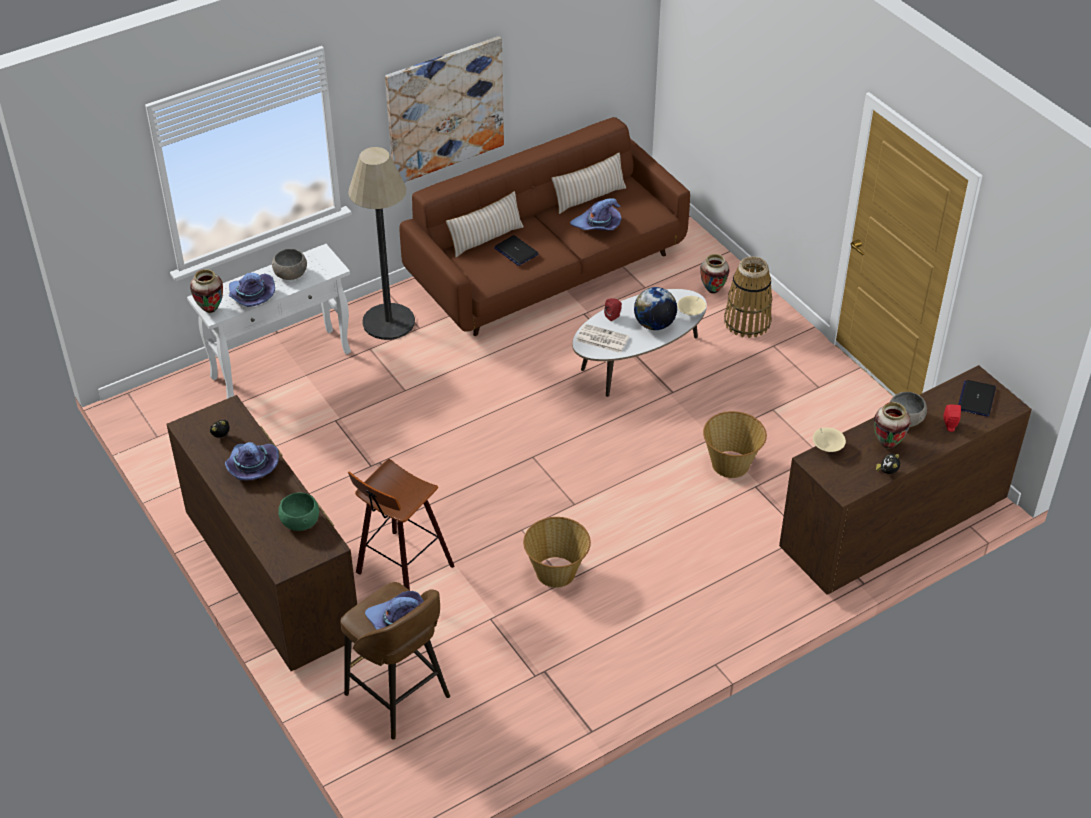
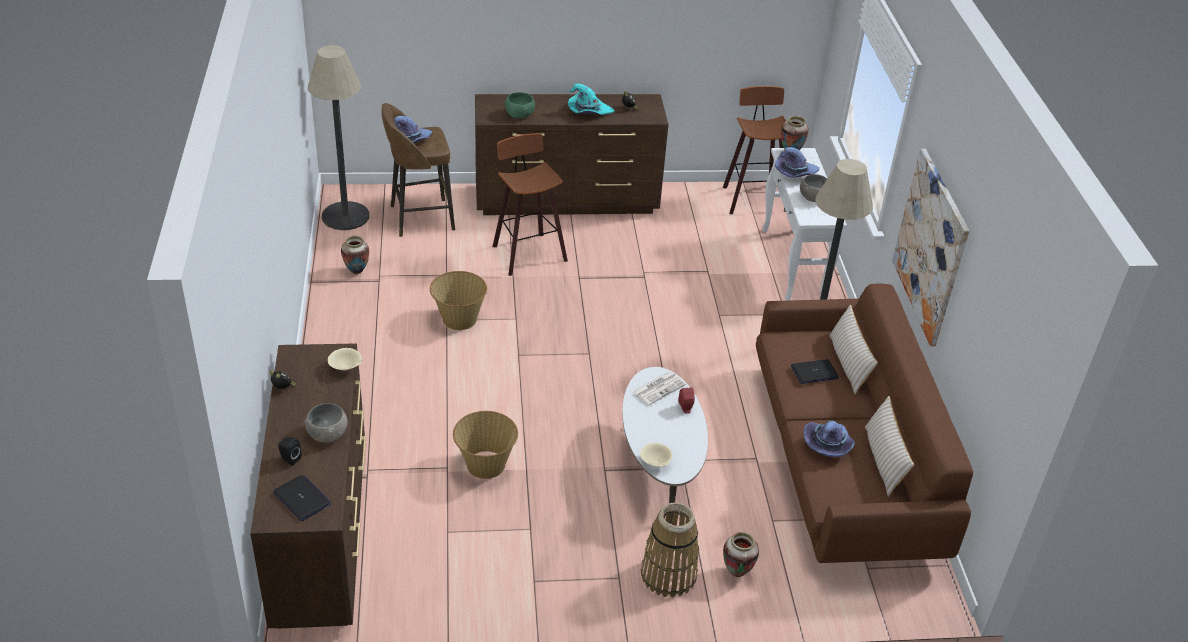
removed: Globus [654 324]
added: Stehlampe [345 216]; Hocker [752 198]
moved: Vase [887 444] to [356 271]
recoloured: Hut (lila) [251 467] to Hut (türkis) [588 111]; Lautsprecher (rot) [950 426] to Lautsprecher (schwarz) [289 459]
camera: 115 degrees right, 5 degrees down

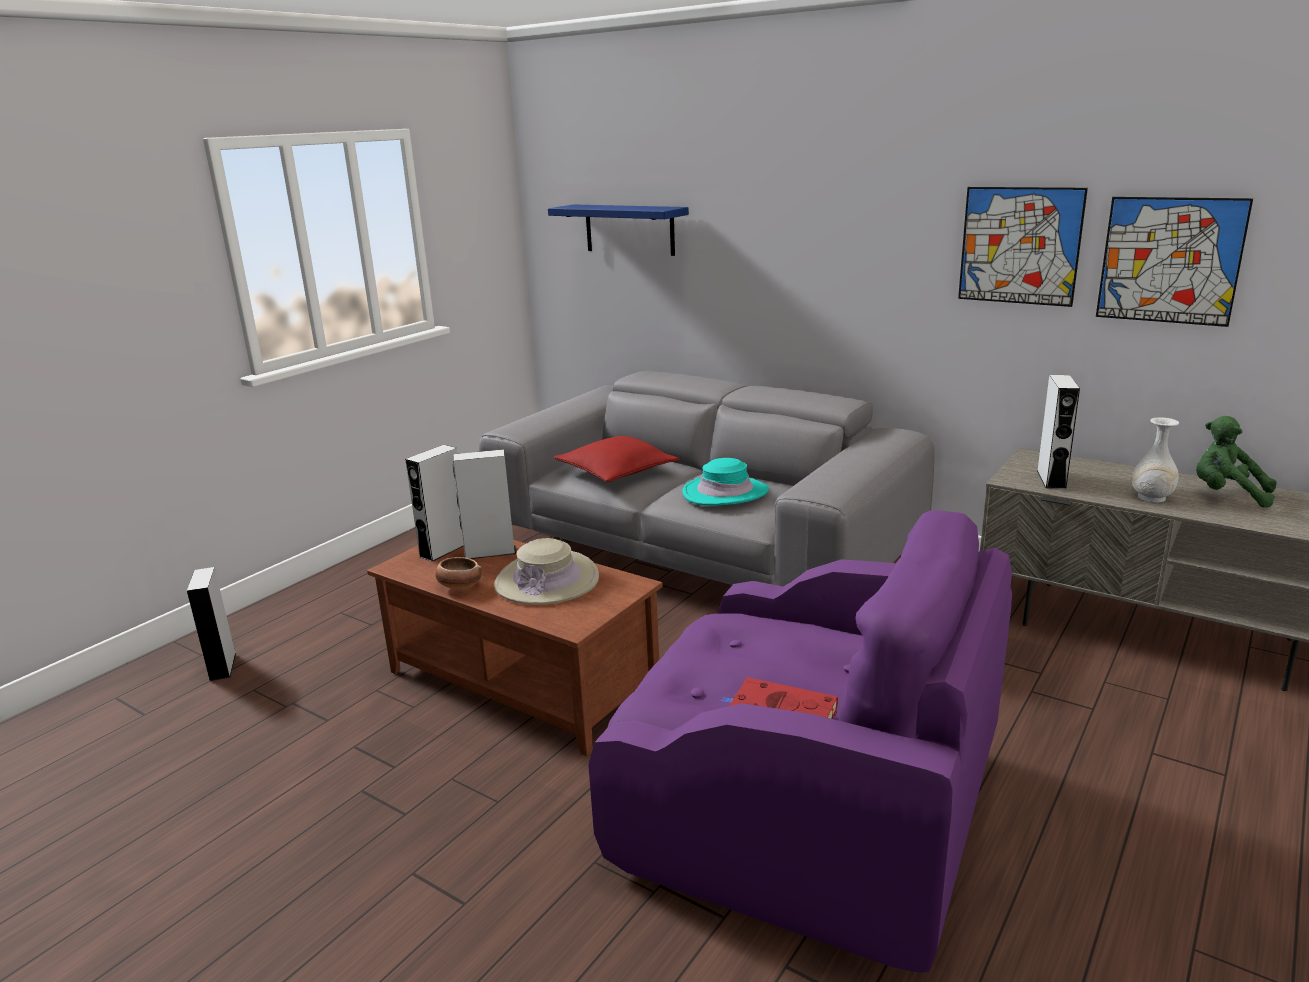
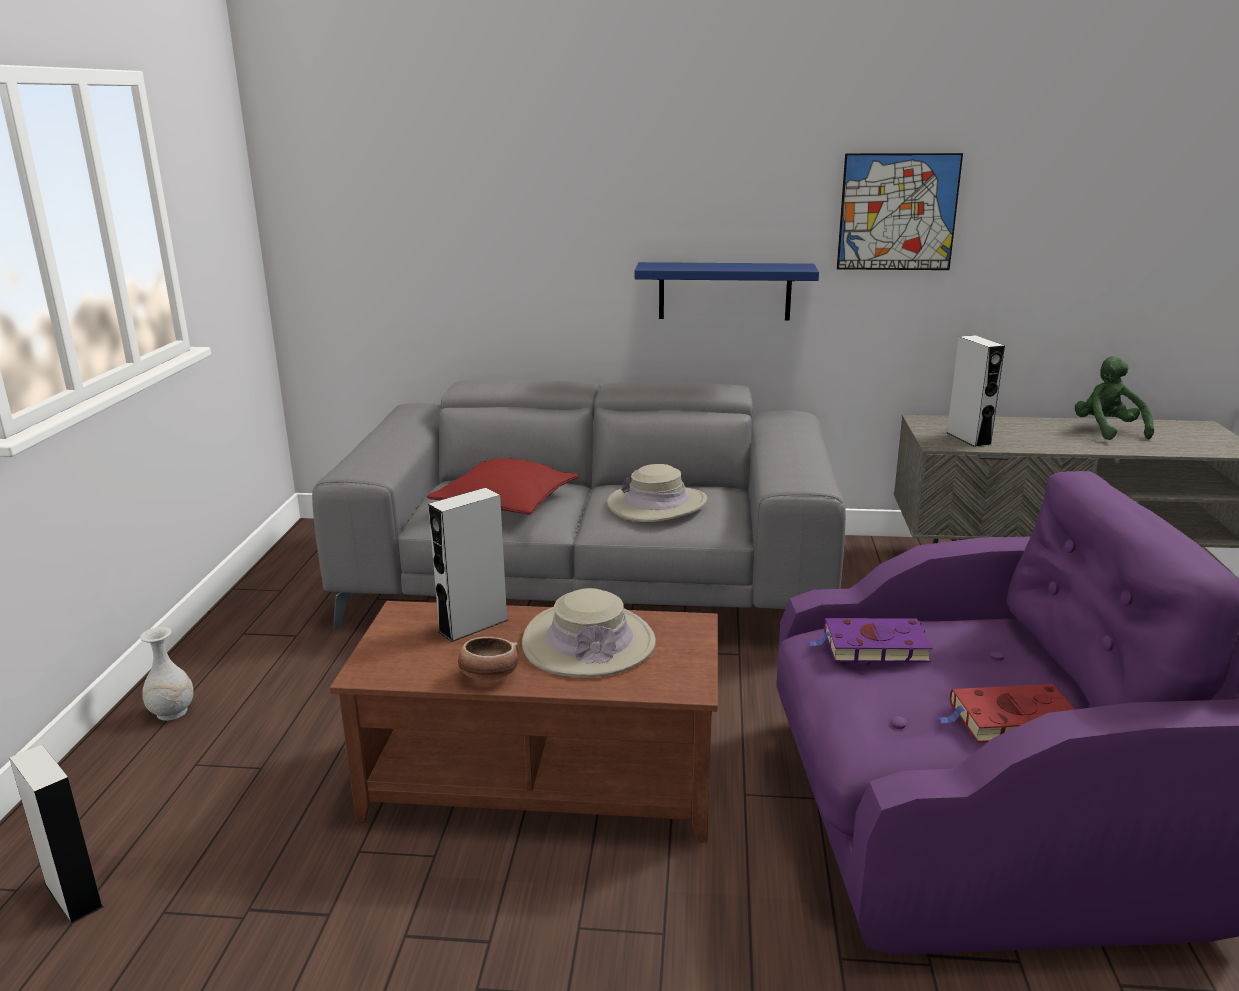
removed: Lautsprecher (grau) [444 550]; Bild [1170 260]
added: Buch (lila) [872 647]
moved: Wandregal (blau) [629 229] to [724 291]; Vase (weiß) [1151 498] to [172 713]
recoloured: Hut (türkis) [725 492] to Hut (beige) [657 504]
turned: Plüschtier (grün) [1227 495] = [1107 430] 75 degrees clockwise
camera: 30 degrees left, 0 degrees up

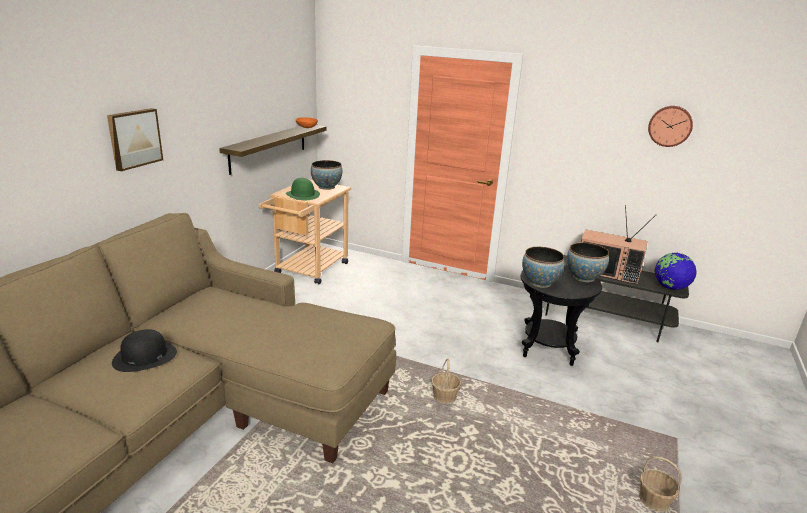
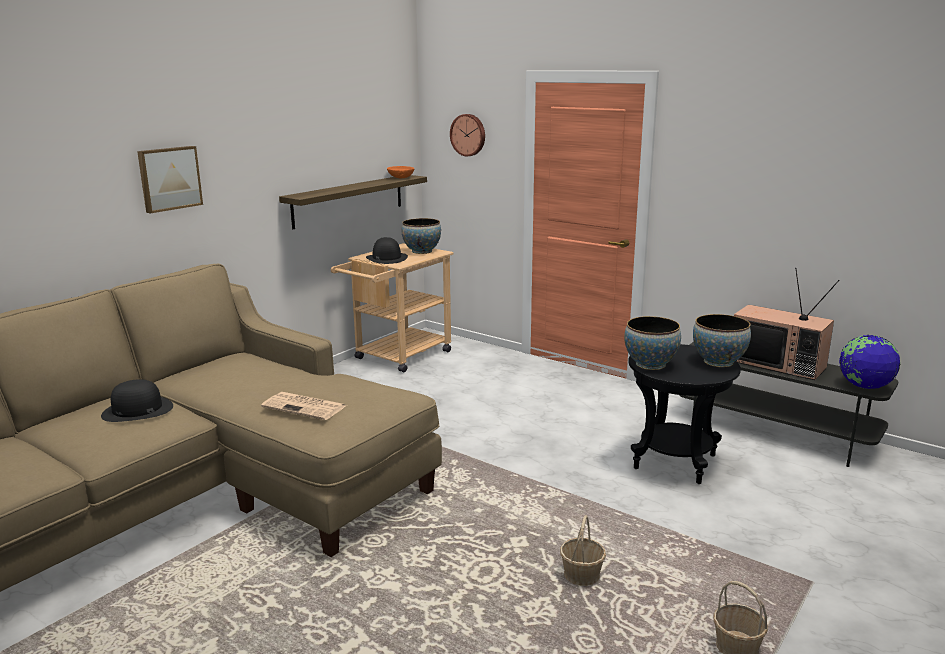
added: Zeitung [305 407]
moved: Korb [444 397] to [582 575]; Wanduhr [670 126] to [468 135]
recoloured: Hut (grün) [302 194] to Hut (schwarz) [386 258]
camera: 15 degrees right, 5 degrees down

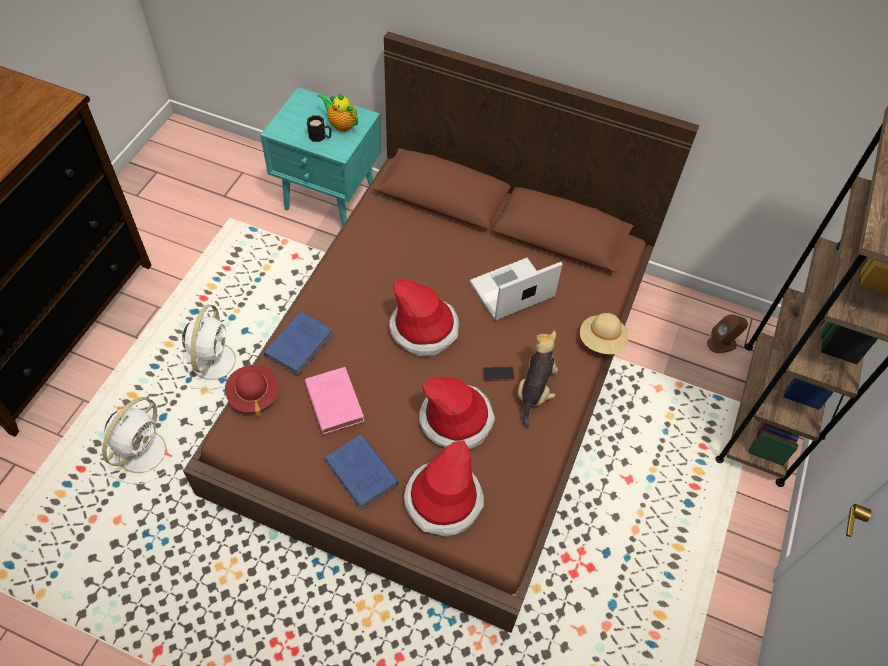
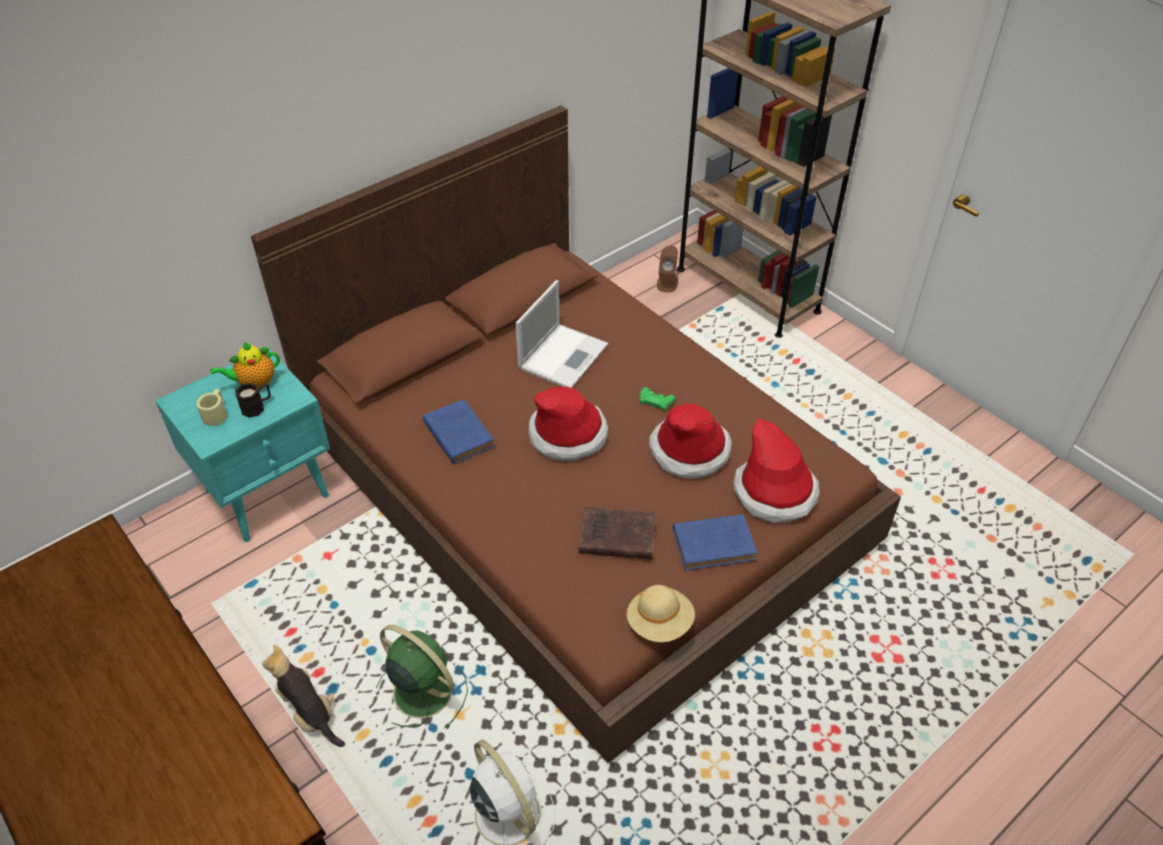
removed: Hut (rot) [253 394]
added: Henkelbecher (beige) [216 414]
moved: Buch (blau) [300 344] to [457 433]; Plüschtier [535 390] to [310 712]; Hut (beige) [602 341] to [659 623]
replaced: Handy [498 374] to Gamepad (grün) [655 401]
recoloured: Ventilator (weiß) [214 360] to Ventilator (grün) [420 690]; Buch (rosa) [334 401] to Buch (braun) [614 537]
turned: Laptop [510 290] = [564 355] 150 degrees counterclockwise
camera: 60 degrees left, 10 degrees down

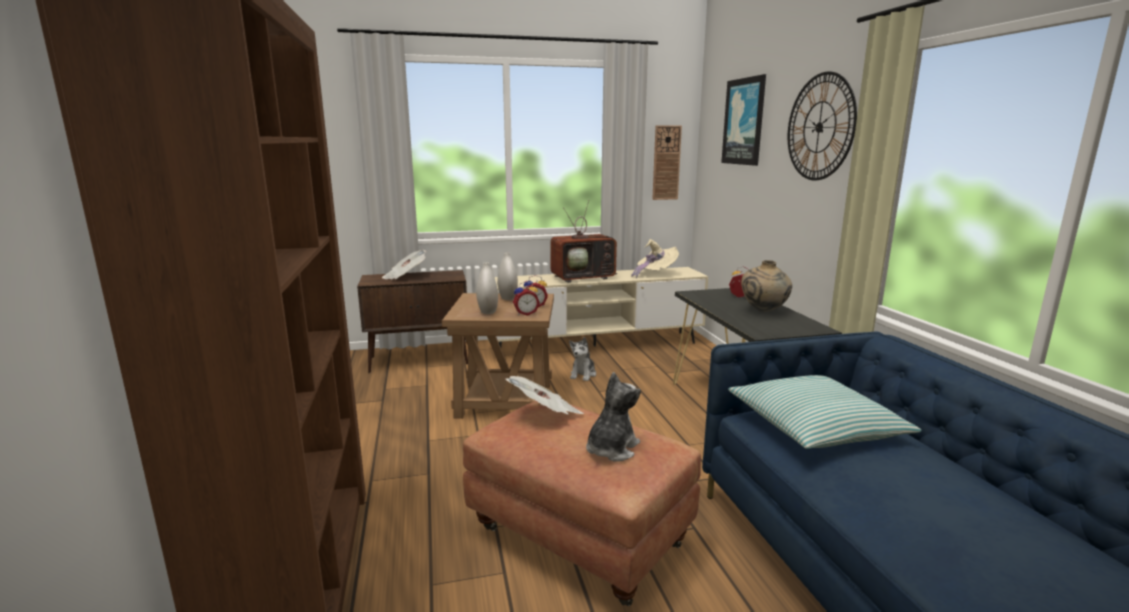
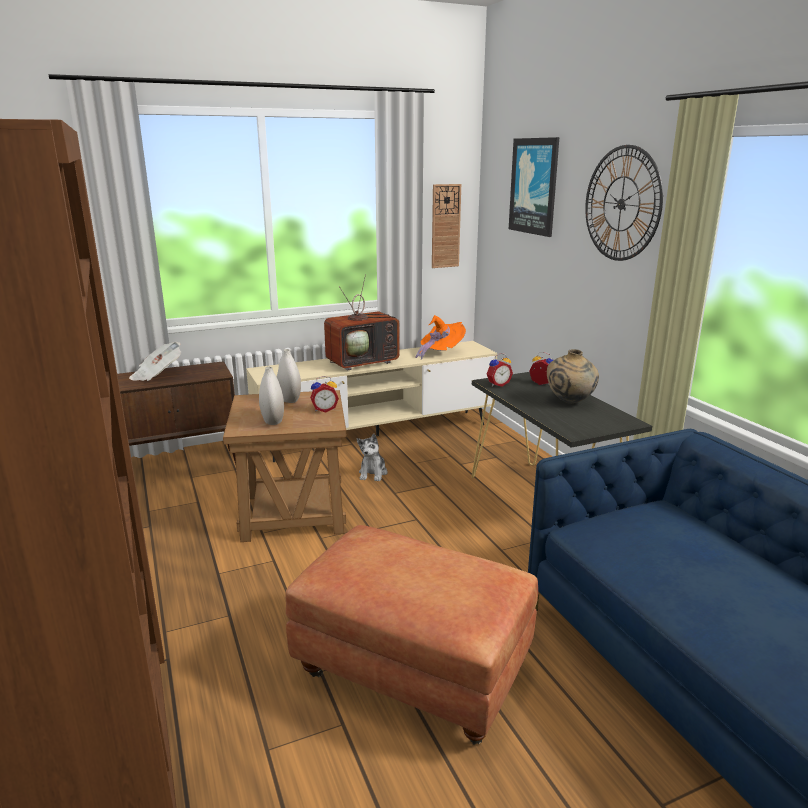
removed: Zeitung [545 414]; Plüschtier [611 449]; Kissen [814 426]
moved: Wecker [526 313] to [497 384]
recoloured: Hut (beige) [655 274] to Hut (orange) [440 353]
camera: 10 degrees left, 5 degrees up

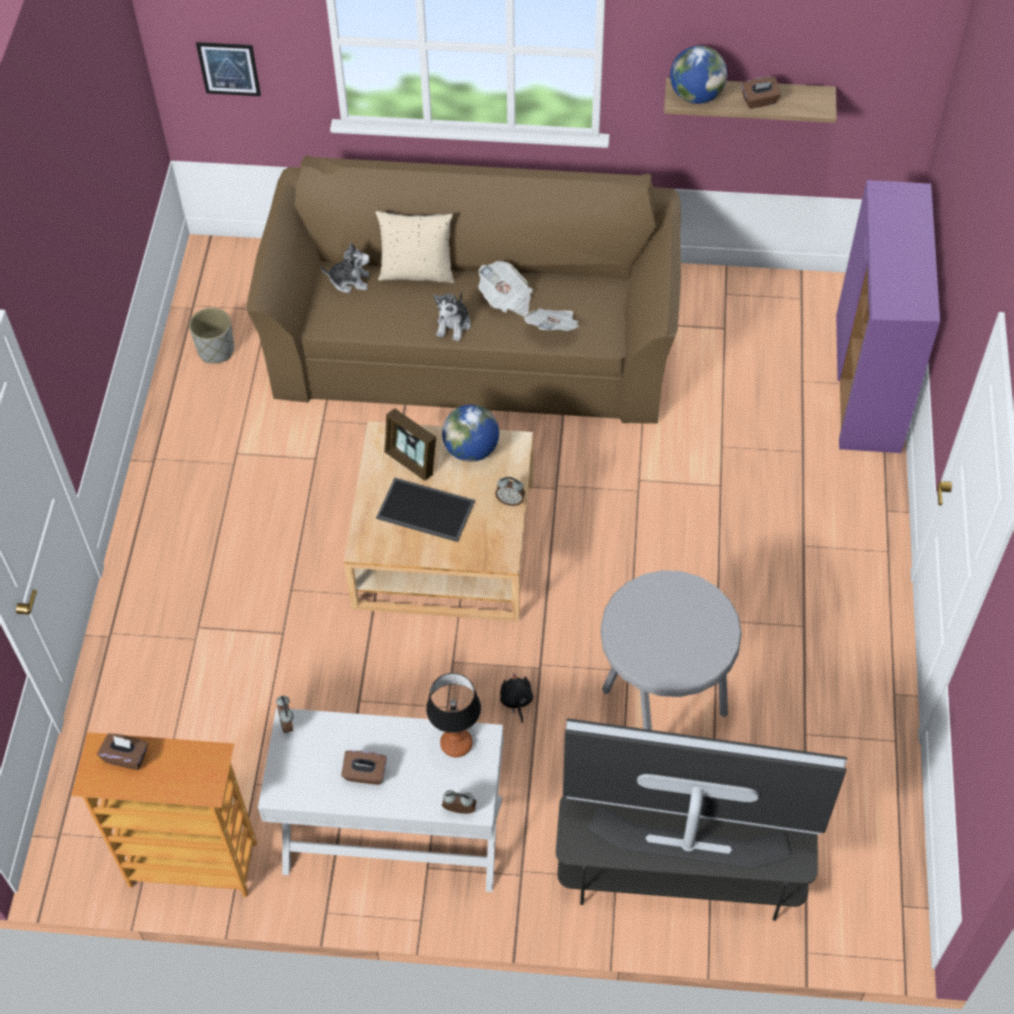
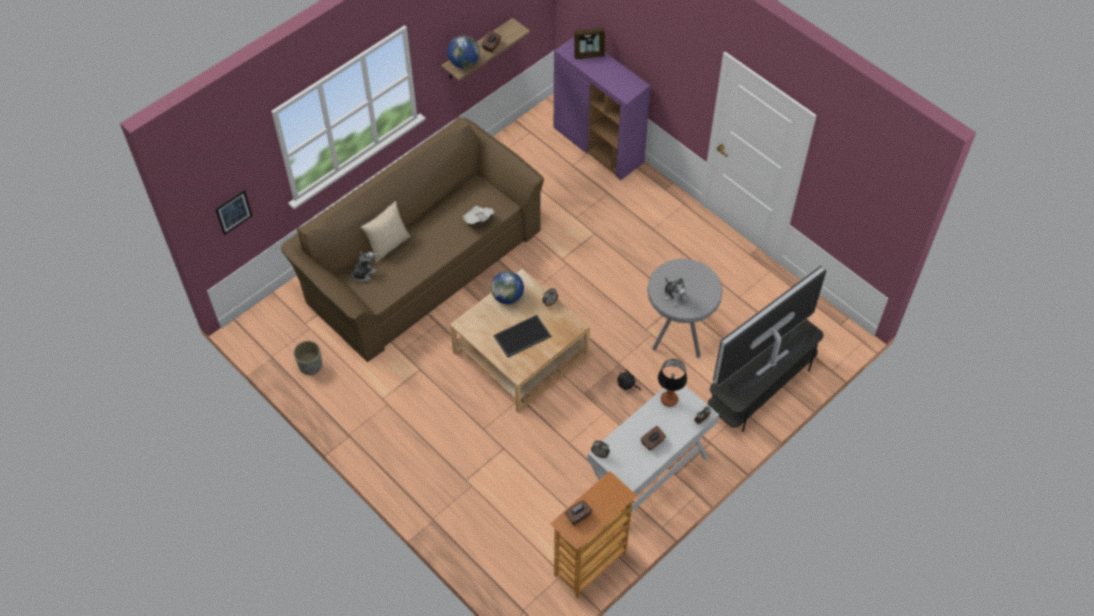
removed: Zeitung [506 299]
moved: Bilderrahmen [411 461] to [589 54]; Plüschtier [453 325] to [674 295]
camera: 50 degrees left, 0 degrees up

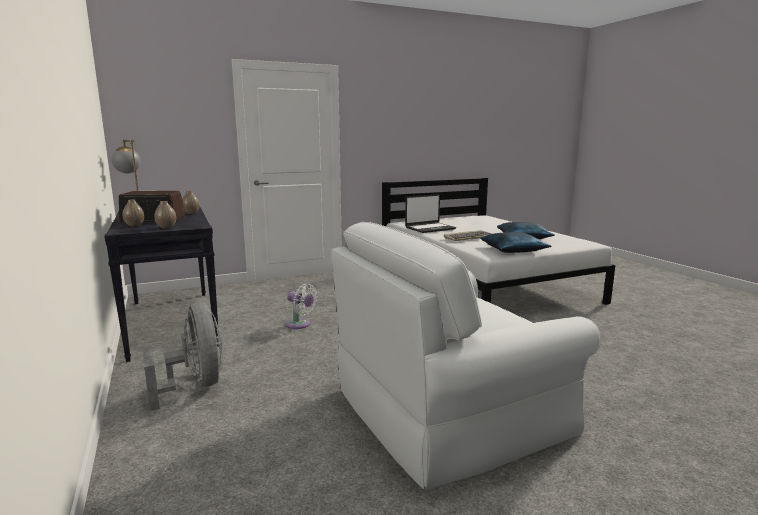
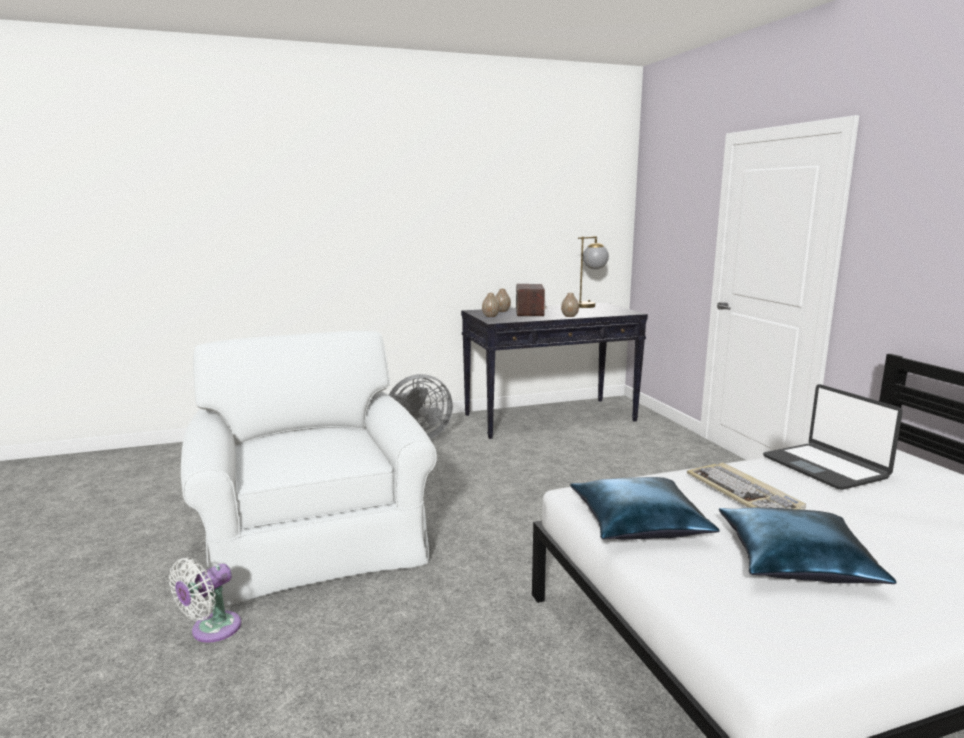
moved: Ventilator (weiß) [300 325] to [211 630]
camera: 95 degrees right, 0 degrees up

